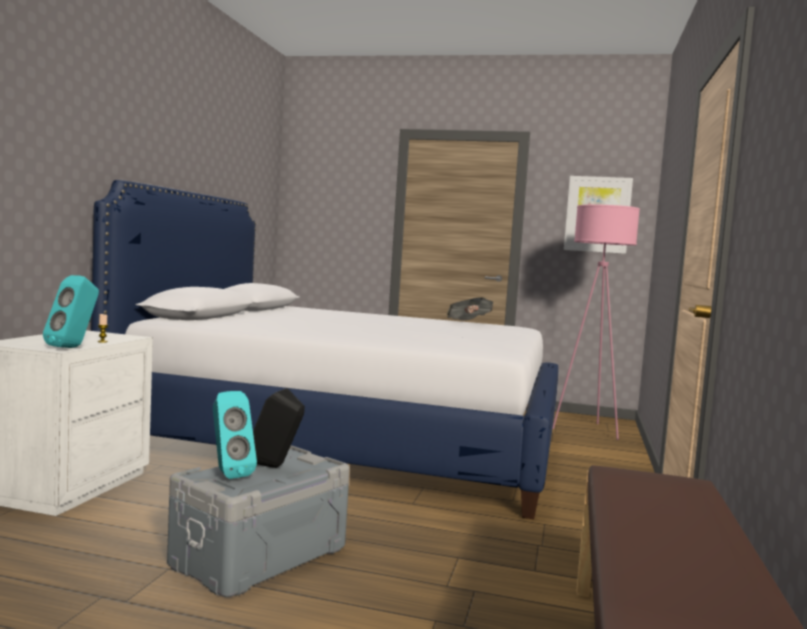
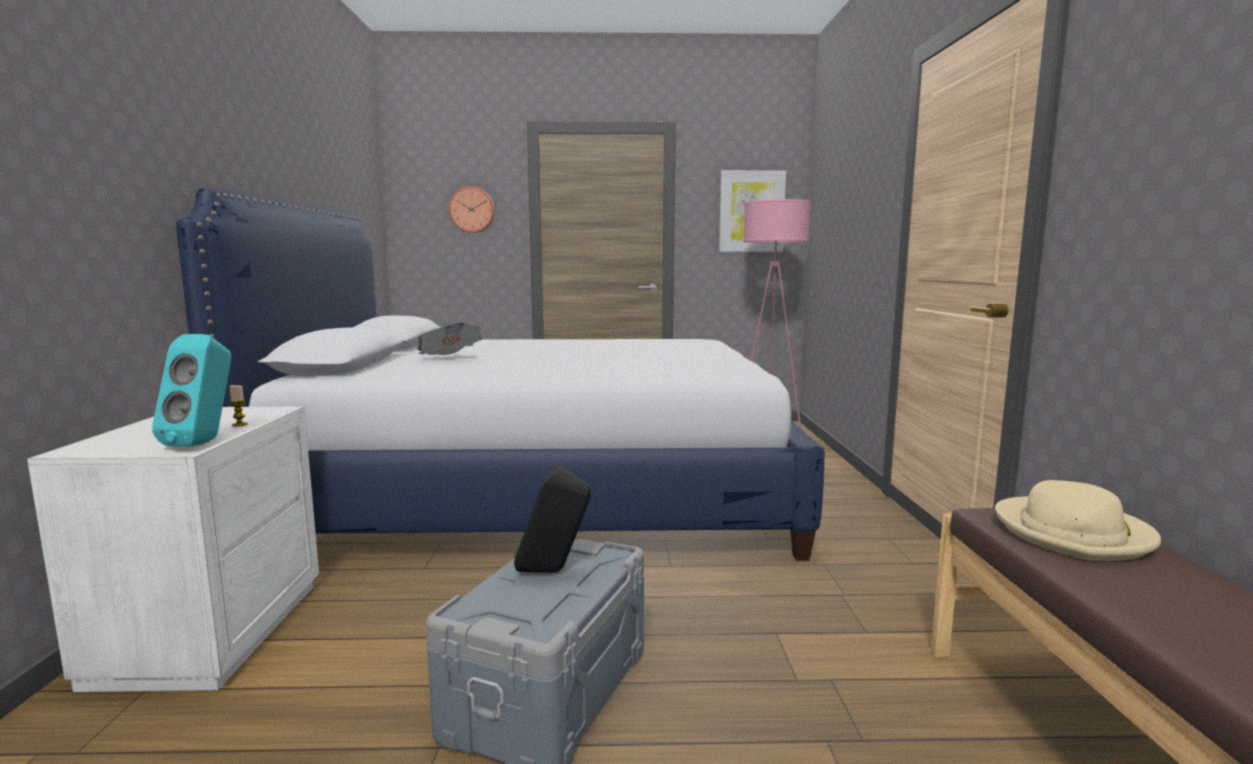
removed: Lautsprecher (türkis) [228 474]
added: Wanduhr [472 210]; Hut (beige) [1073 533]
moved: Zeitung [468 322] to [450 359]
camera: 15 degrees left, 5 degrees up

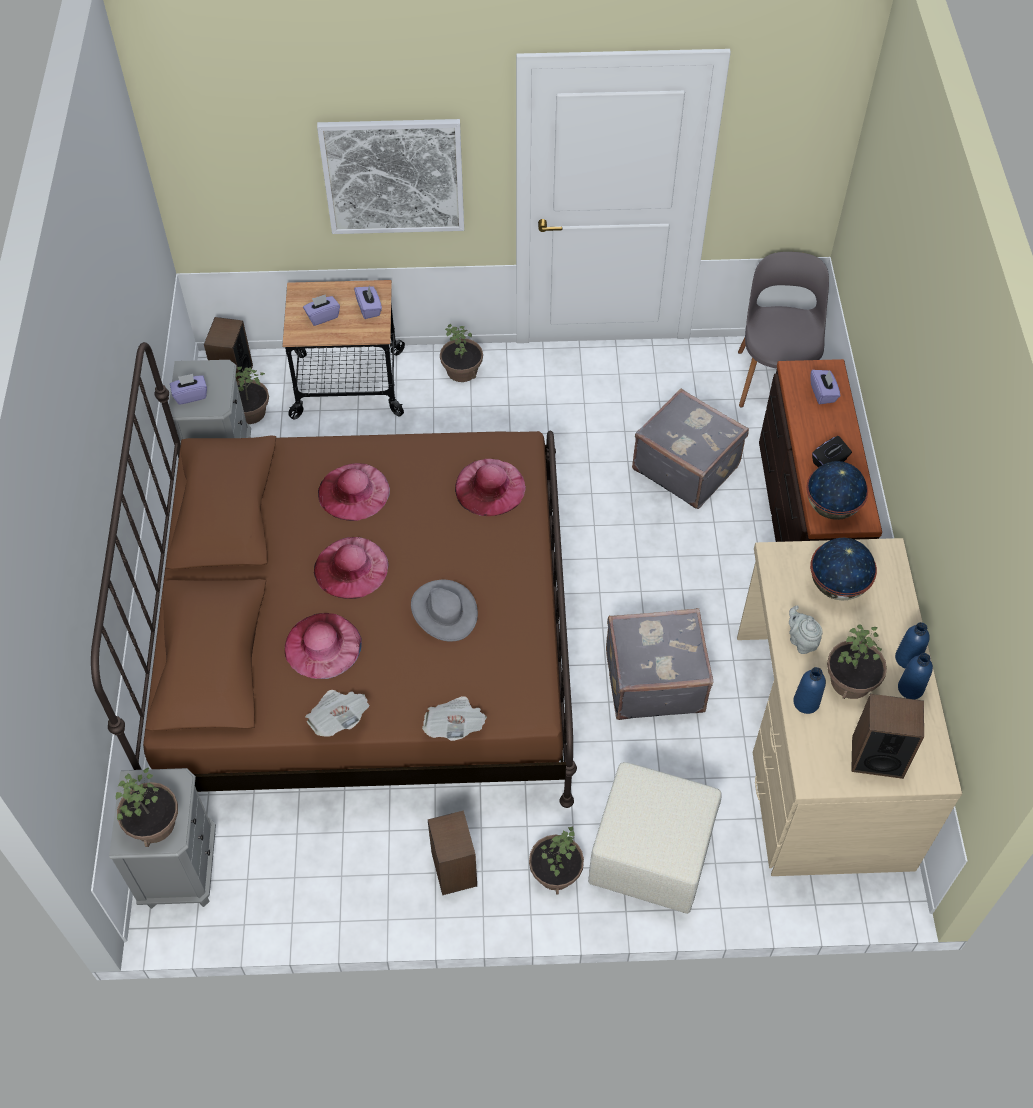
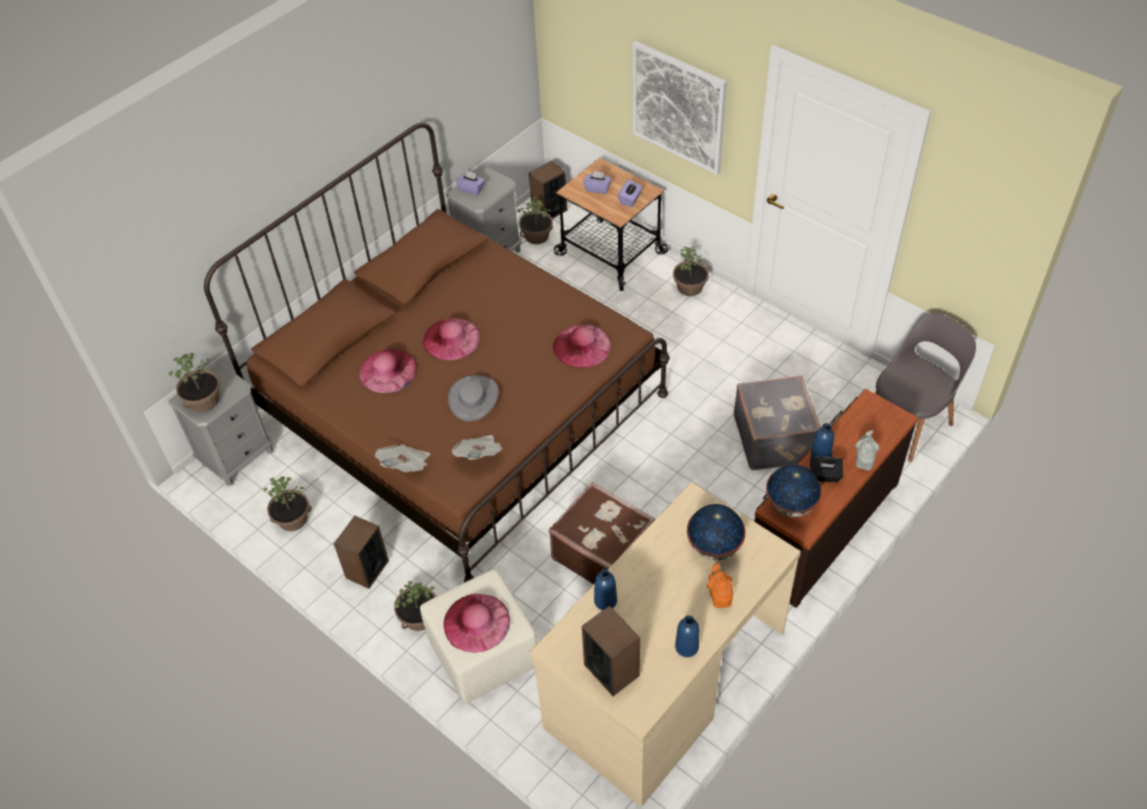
removed: Taschentuchbox (lila) [823 393]
added: Teekanne (orange) [719 596]
moved: Zeitung [338 719] to [479 455]; Hut (rosa) [354 491] to [476 622]; Teekanne (grau) [801 641] to [864 460]; Topfpflanze [851 681] to [293 519]; Flasche (blau) [907 658] to [820 455]
recoloured: Koffer (grau) [653 679] to Koffer (braun) [603 552]
camera: 45 degrees right, 5 degrees down

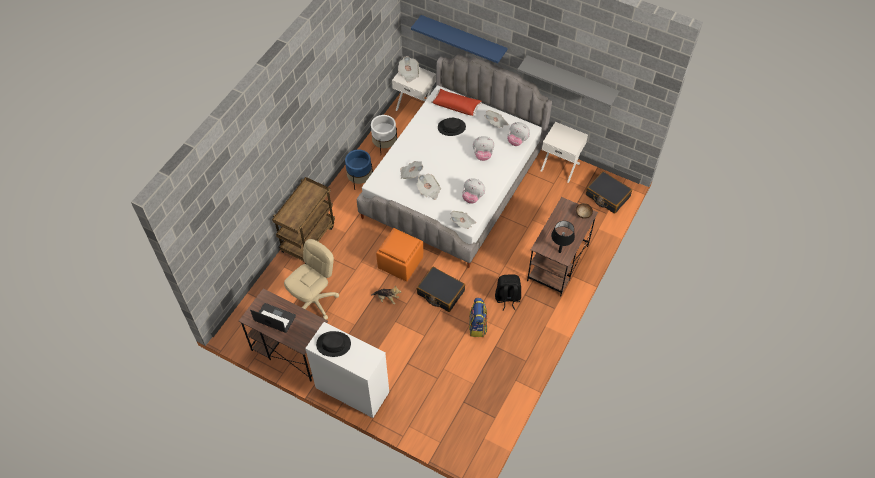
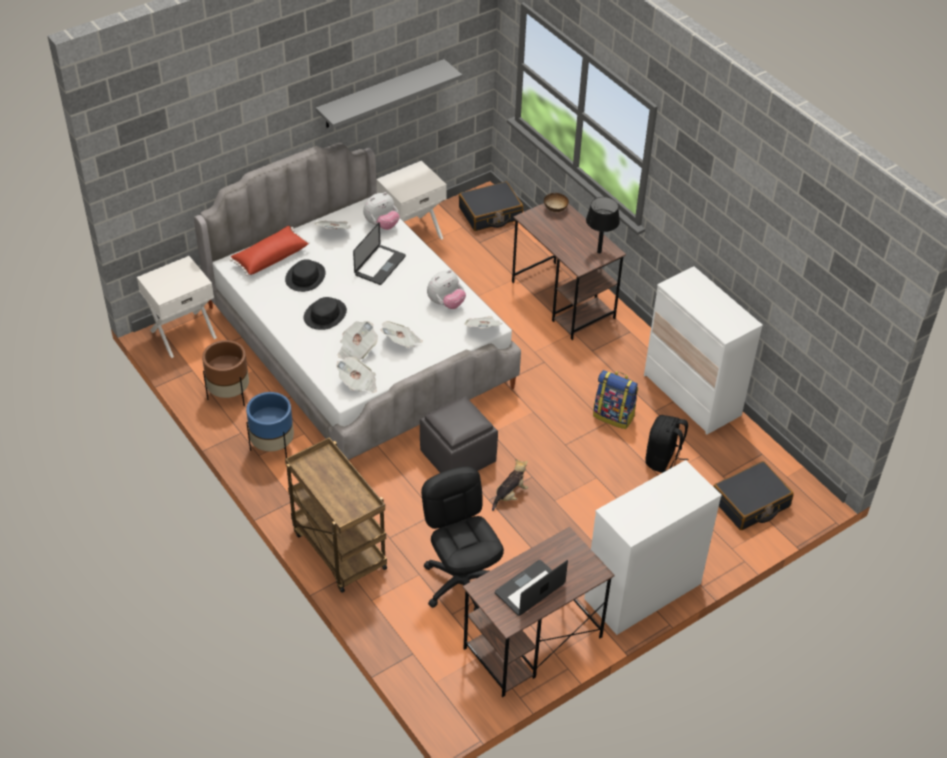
removed: Wandregal (blau) [463 37]
added: Kommode (weiß) [691 395]
moved: Hut (schwarz) [333 344] to [325 314]; Zeitung [409 74] to [358 383]; Koffer (schwarz) [440 293] to [750 503]; Rucksack (schwarz) [507 298] to [663 460]
replaced: Plüschtier [483 155] to Laptop [380 266]
recoloured: Bürostuhl (beige) [314 301] to Bürostuhl (schwarz) [462 583]; Pflanzkübel (weiß) [384 145] to Pflanzkübel (braun) [229 395]; Polsterhocker (orange) [401 262] to Polsterhocker (grau) [458 456]
camera: 65 degrees left, 10 degrees down

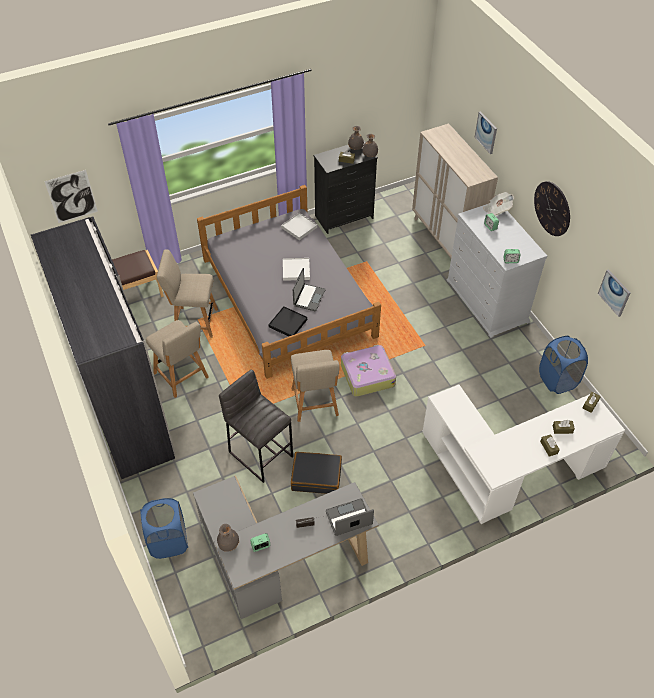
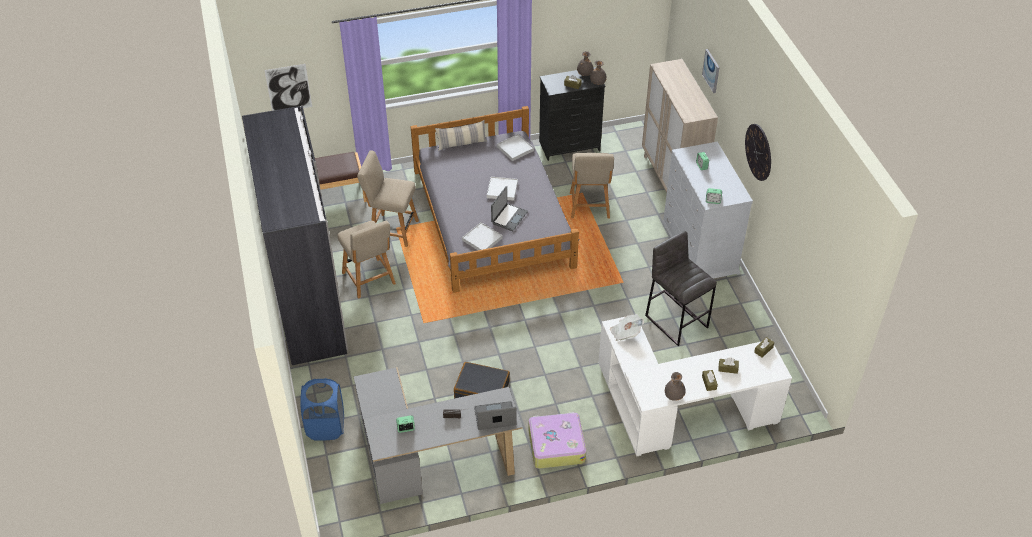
removed: Wäschekorb (blau) [557 380]; Bild [614 292]
added: Kissen [461 144]
moved: Vase (grau) [229 544] to [674 395]; Hocker (grau) [261 453] to [676 321]; Stuhl (beige) [315 404] to [589 207]; Koffer [367 375] to [556 445]; Zeitung [497 210] to [625 333]
recoloured: Tablett (schwarz) [288 323] to Tablett (weiß) [482 239]
camera: 10 degrees right, 5 degrees down

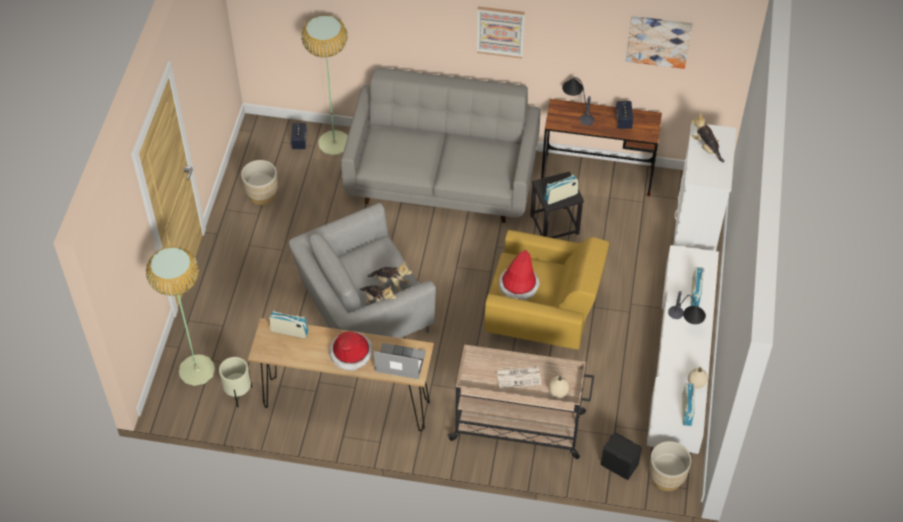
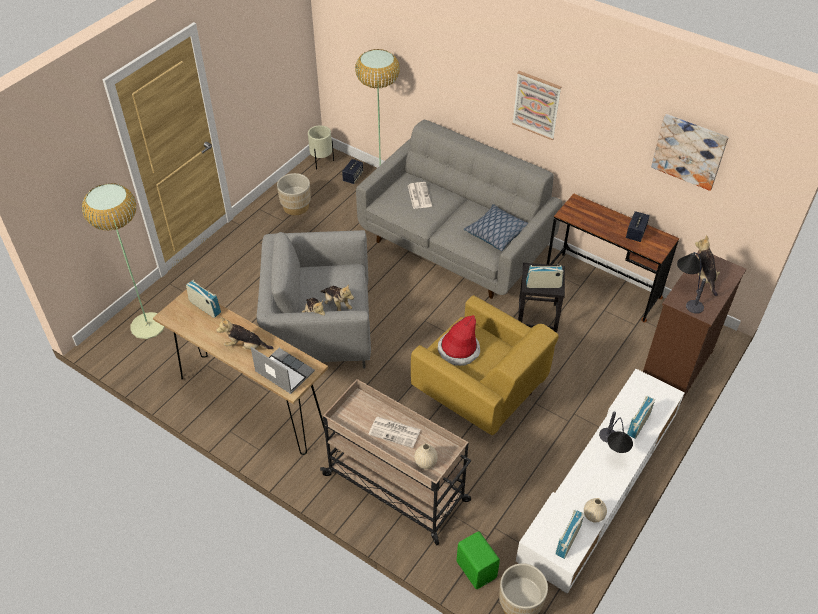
added: Zeitung [419 195]; Kissen [496 233]
moved: Pflanzkübel (beige) [238 394] to [321 162]; Tischlampe [576 111] to [687 294]
replaced: Hut [351 353] to Plüschtier [245 346]
recoloured: Lautsprecher (schwarz) [619 464] to Lautsprecher (grün) [477 569]; Kommode (weiß) [694 231] to Kommode (braun) [675 368]
camera: 25 degrees right, 5 degrees down

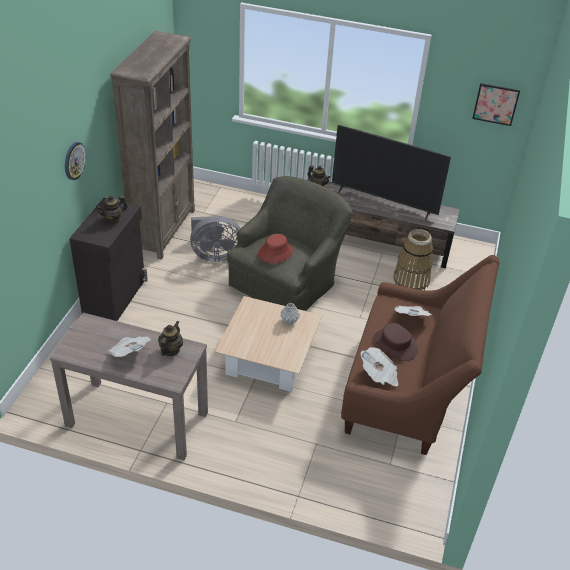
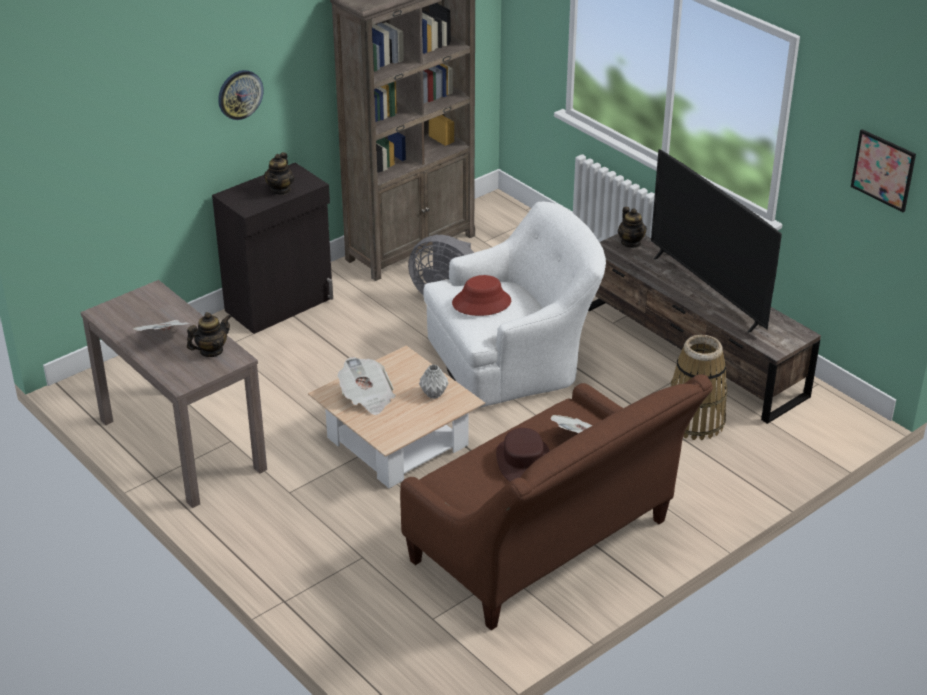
moved: Zeitung [379 375] to [367 398]
recoloured: Sessel (grün) [287 280] to Sessel (weiß) [515 360]
turned: Teekanne [113 220] = [280 190] 75 degrees counterclockwise
camera: 35 degrees right, 5 degrees down

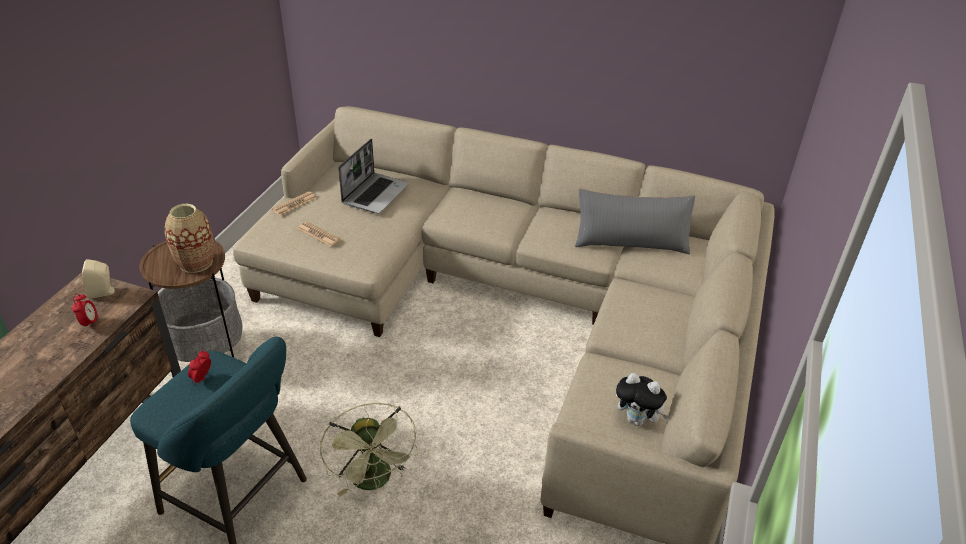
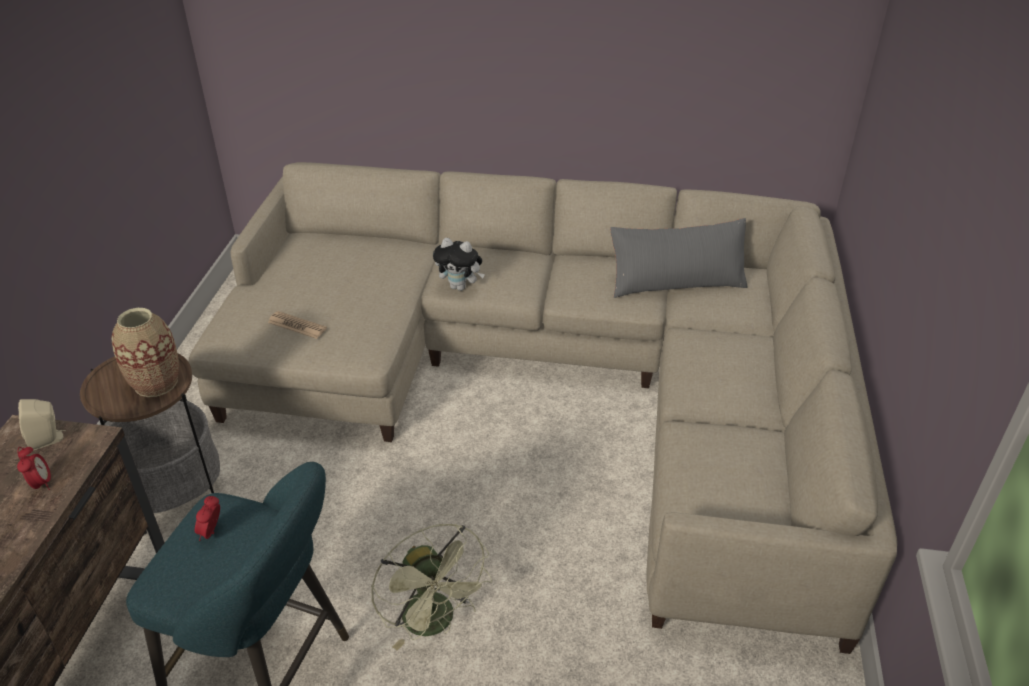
removed: Zeitung [294 204]; Laptop [375 194]
moved: Plüschtier [637 420] to [460 287]
camera: 10 degrees left, 0 degrees up

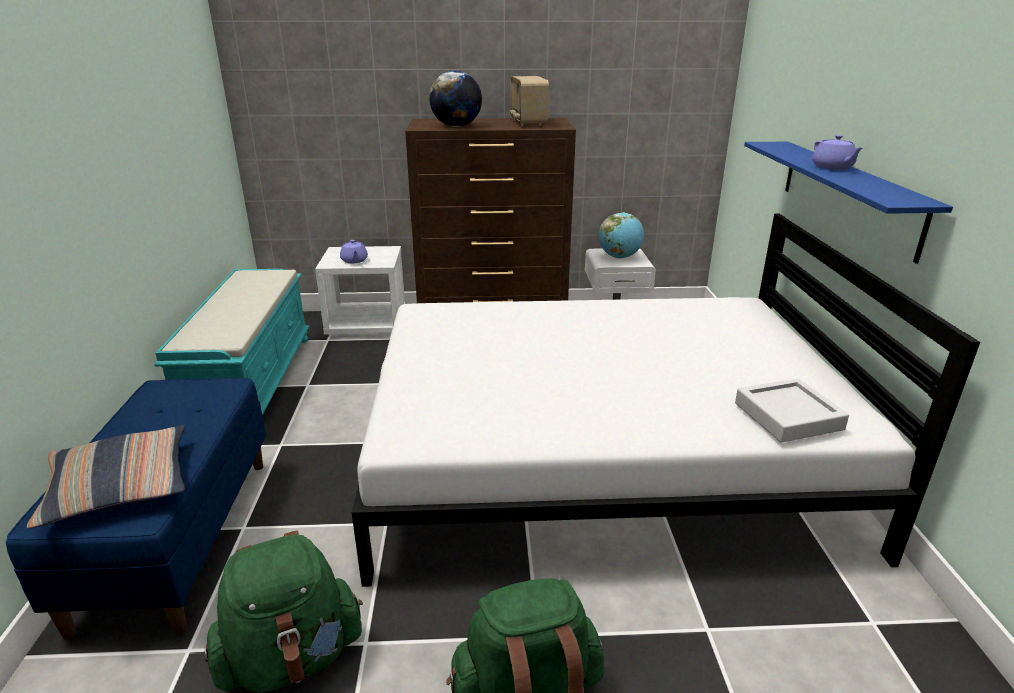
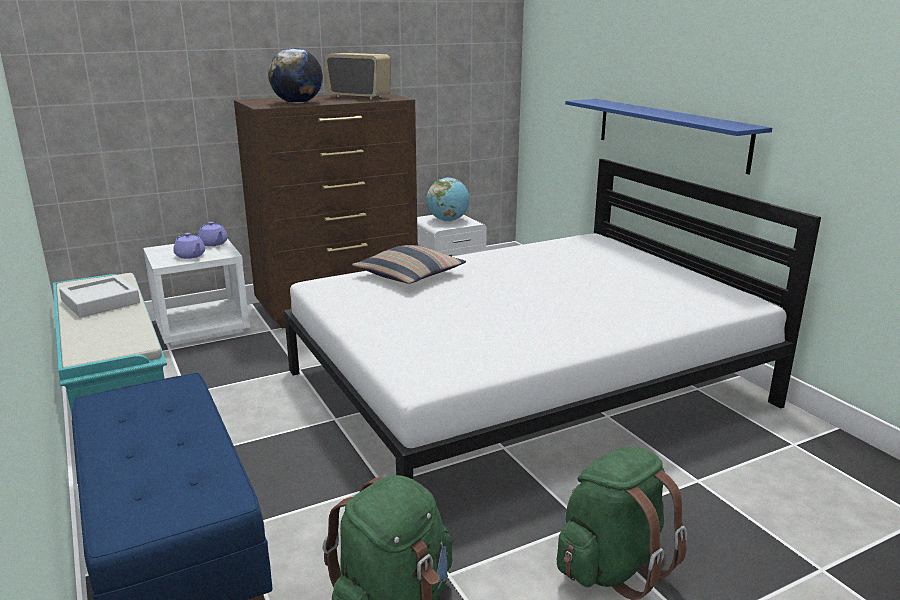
moved: Kissen [119 487] to [409 275]; Tablett (grau) [788 416] to [100 302]; Teekanne (lila) [832 168] to [213 244]
turned: Radio [527 123] = [359 97] 150 degrees clockwise
camera: 25 degrees left, 5 degrees down

